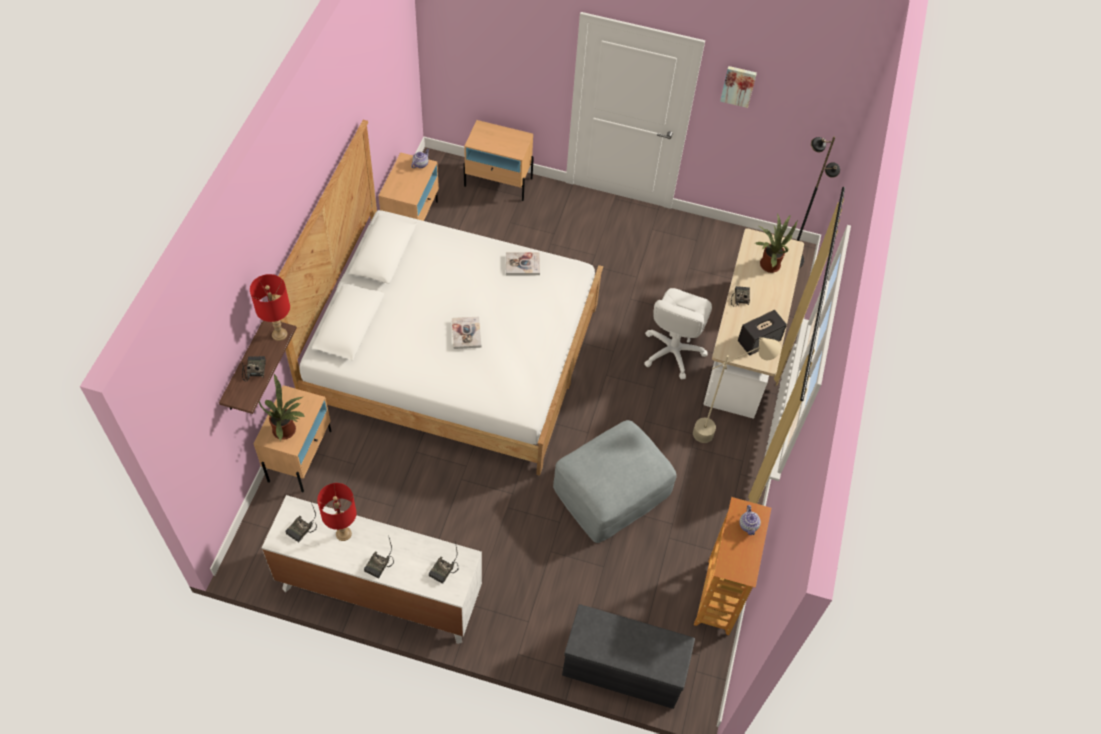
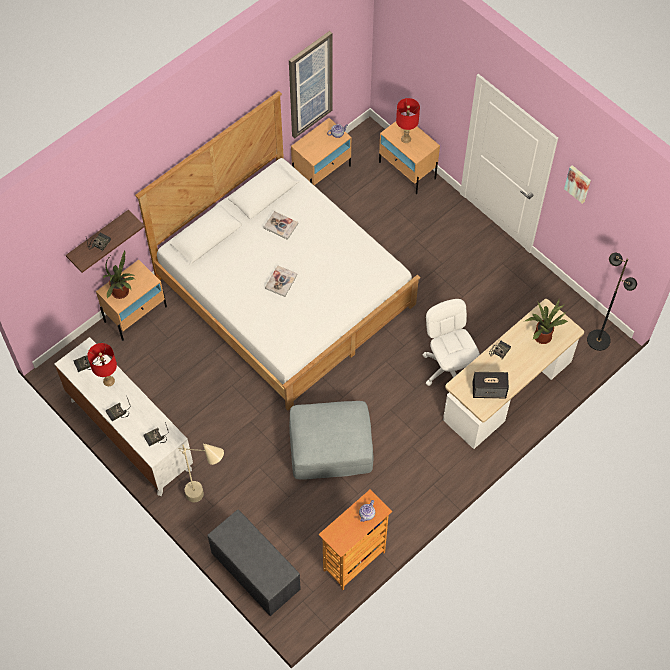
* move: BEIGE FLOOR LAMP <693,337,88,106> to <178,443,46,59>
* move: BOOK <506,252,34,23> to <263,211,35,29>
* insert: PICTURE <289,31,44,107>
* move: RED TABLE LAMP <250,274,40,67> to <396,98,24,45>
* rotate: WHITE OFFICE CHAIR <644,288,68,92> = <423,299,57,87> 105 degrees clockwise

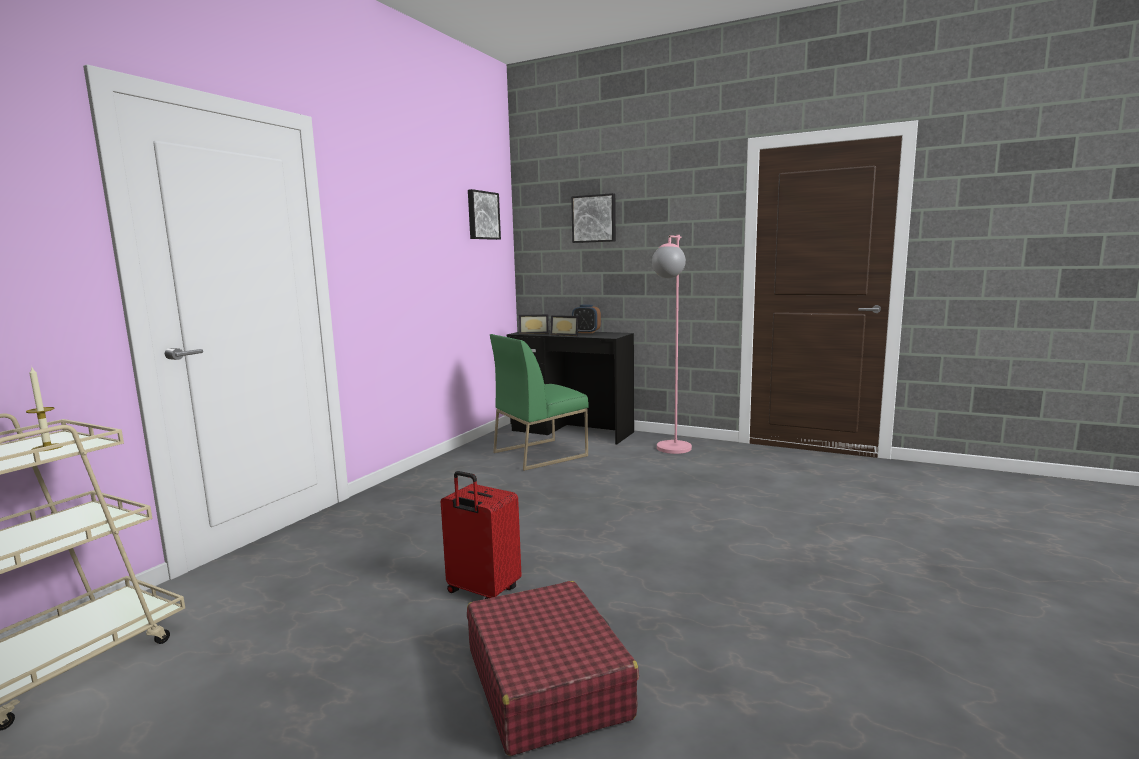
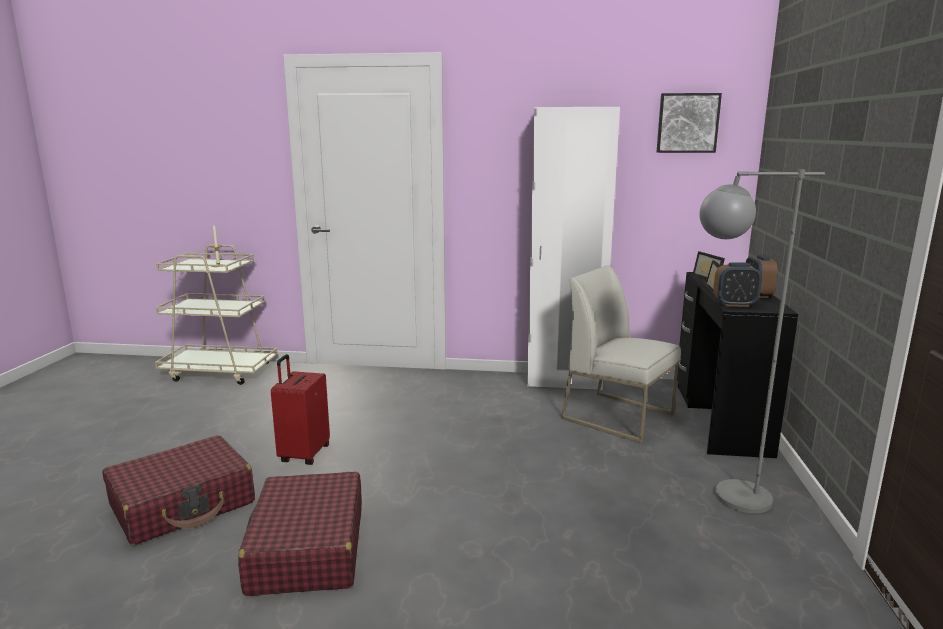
* insert: RED SUITCASE <238,472,124,124>
* insert: WHITE WARDROBE <527,107,93,283>
* recolor: GREEN CHAIR <490,334,99,137> to WHITE CHAIR <561,265,120,178>
* recolor: PINK FLOOR LAMP <652,235,40,219> to GREY FLOOR LAMP <699,169,126,344>
* insert: ALARM CLOCK <713,262,49,45>
* delete: PICTURE <571,193,45,50>

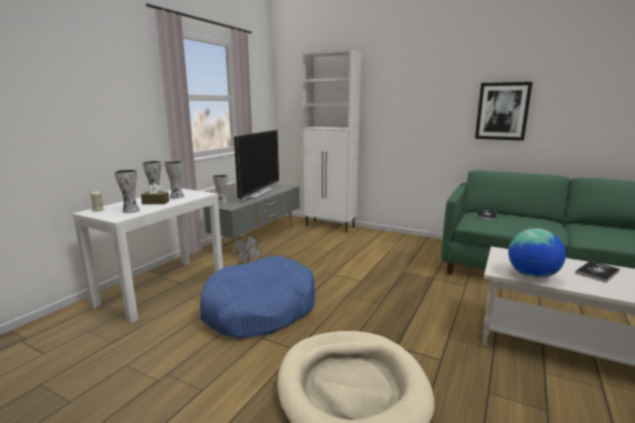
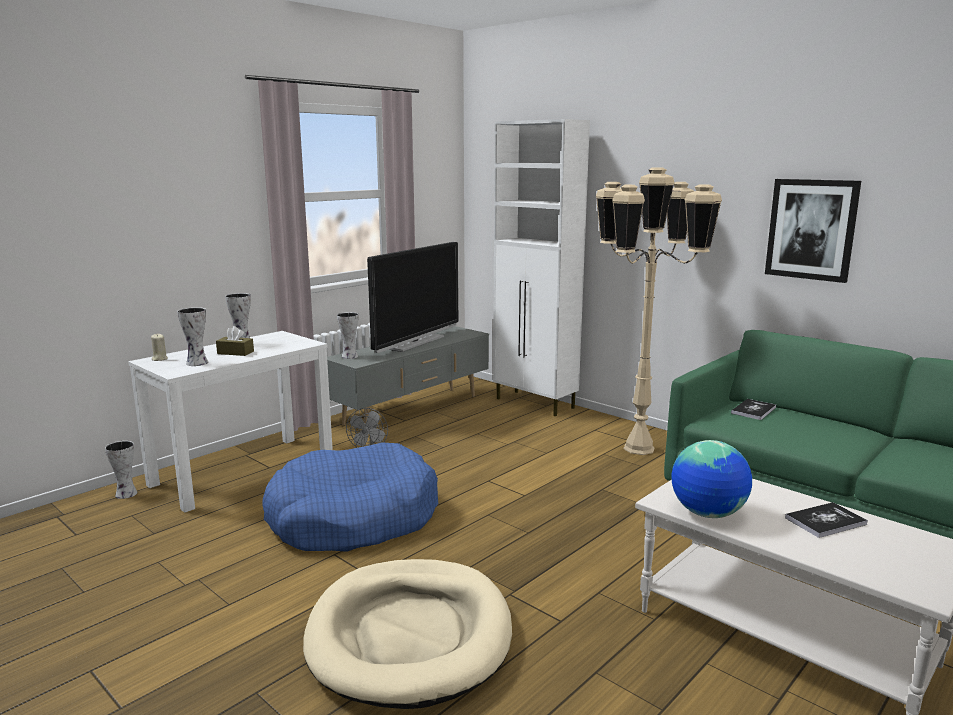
* move: VASE <164,161,20,37> to <105,441,33,58>
* insert: BEIGE FLOOR LAMP <596,168,126,287>

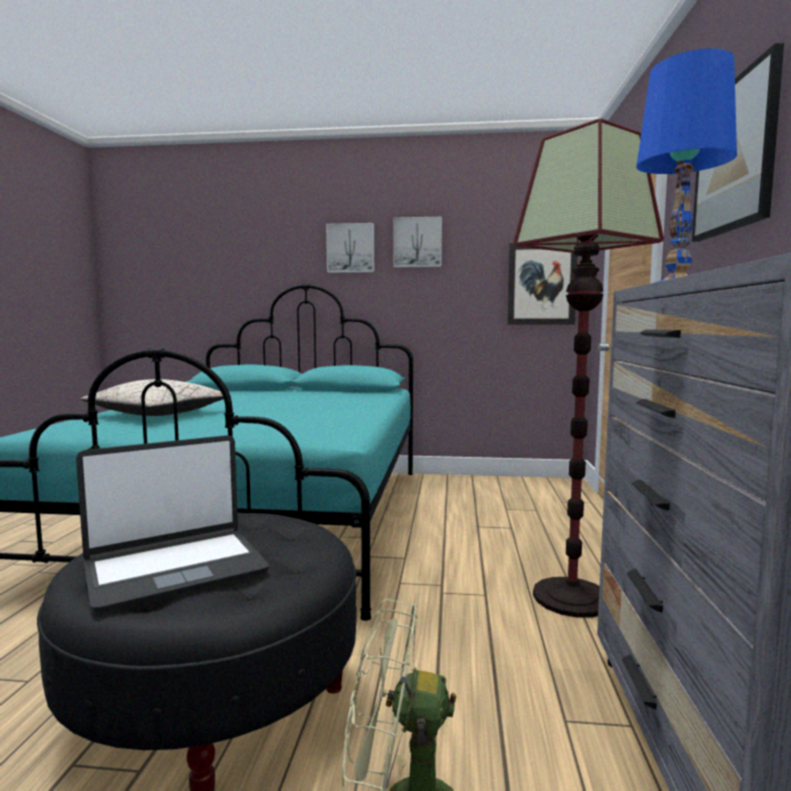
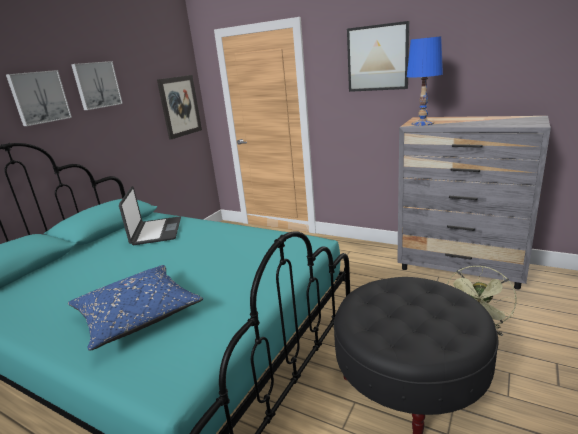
* recolor: BEIGE PILLOW <80,379,151,37> to BLUE PILLOW <68,265,135,86>
* move: LAPTOP <76,435,193,177> to <119,186,62,59>
* delete: FLOOR LAMP <513,118,151,500>

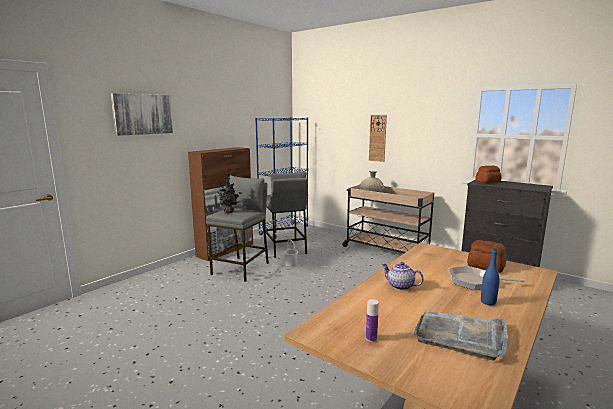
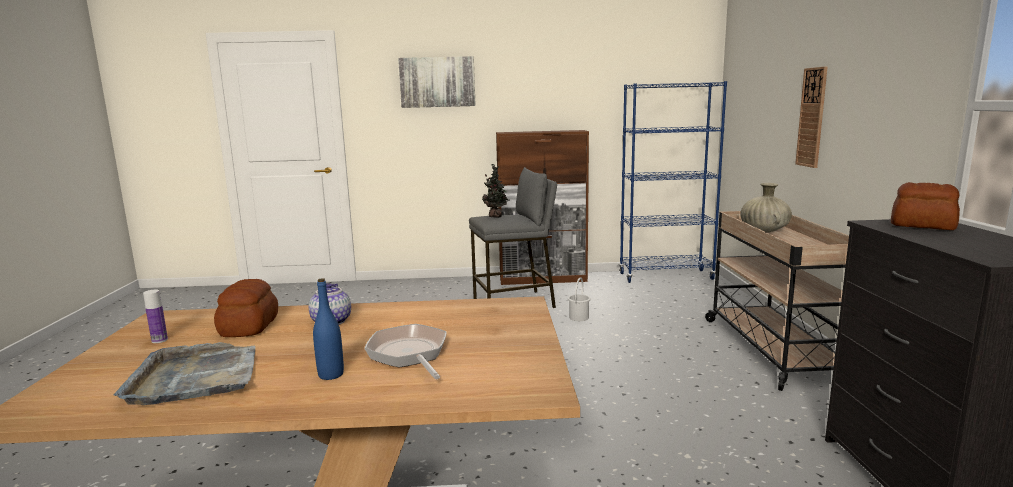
* move: BREAD <467,240,39,33> to <214,279,64,58>
* delete: GREY STOOL <264,171,44,87>

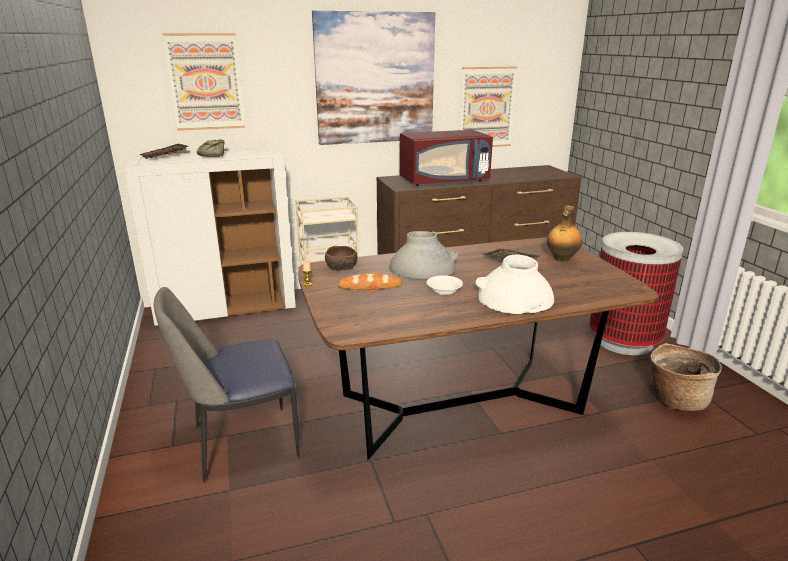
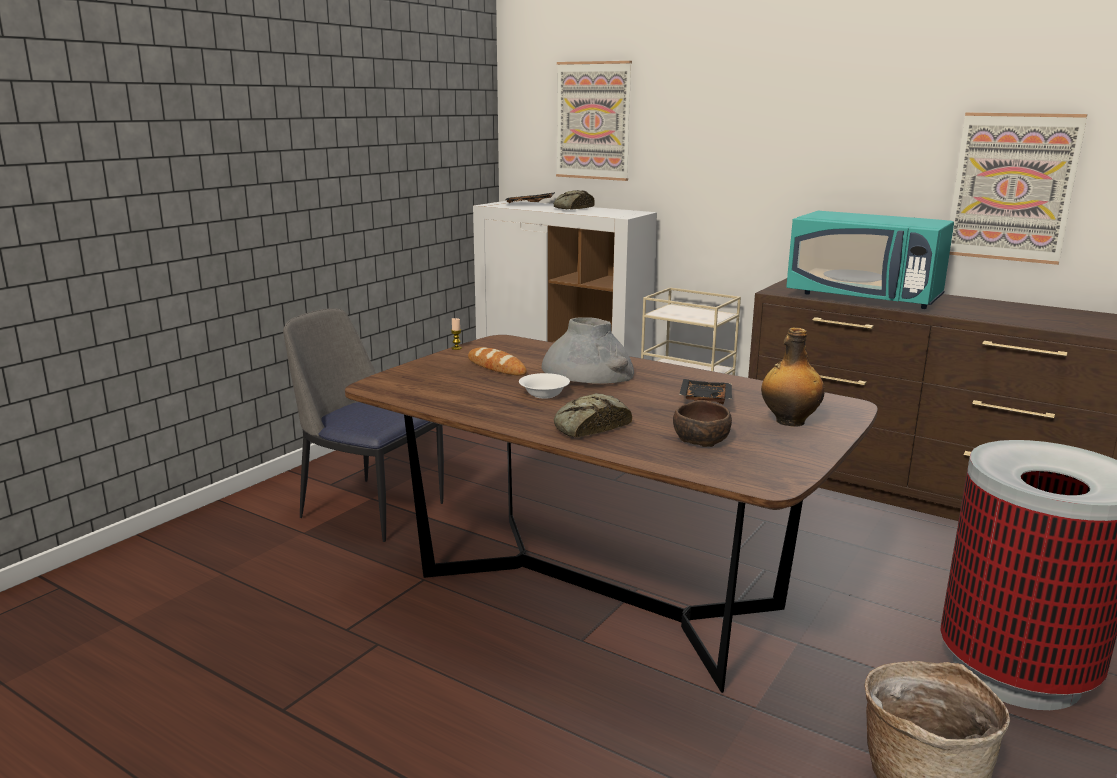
* replace: WHITE VASE <475,255,79,59> to BREAD <554,393,78,45>
* move: BROWN BOWL <325,246,32,25> to <673,400,59,47>
* recolor: RED MICROWAVE <400,130,93,56> to TURQUOISE MICROWAVE <786,211,168,98>
* delete: PICTURE <312,11,123,134>

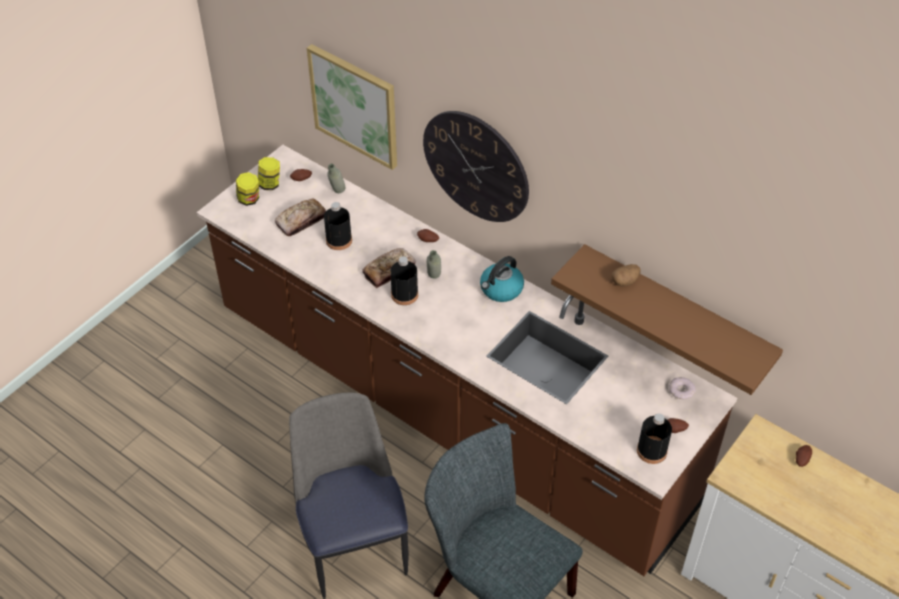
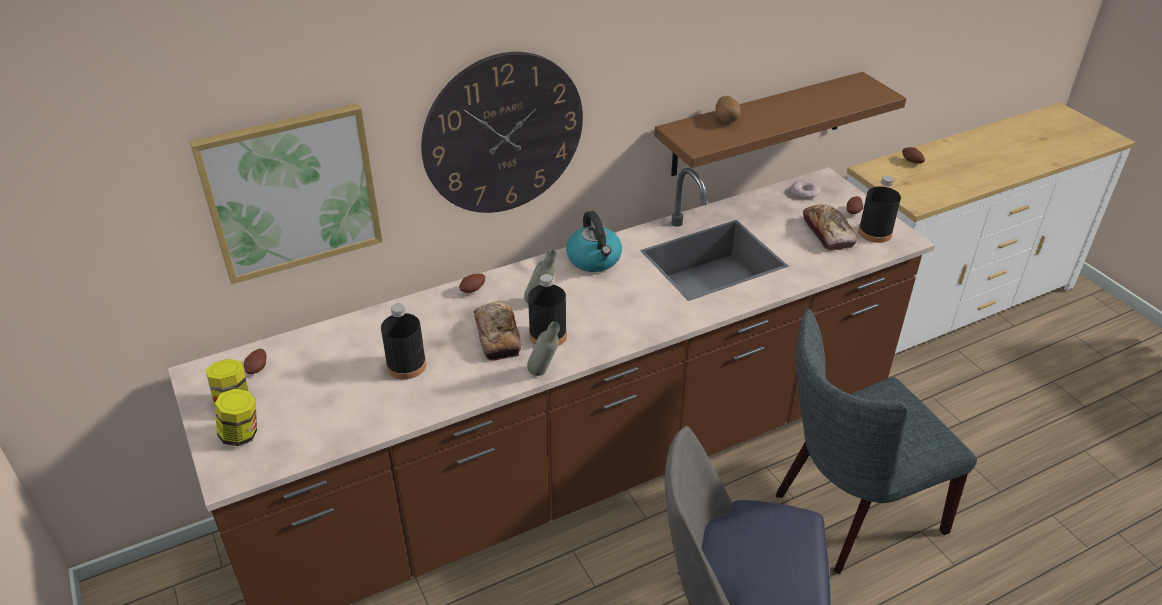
* move: GREY BOTTLE <327,164,18,29> to <527,321,33,55>
* move: BREAD <275,199,51,37> to <803,204,55,47>

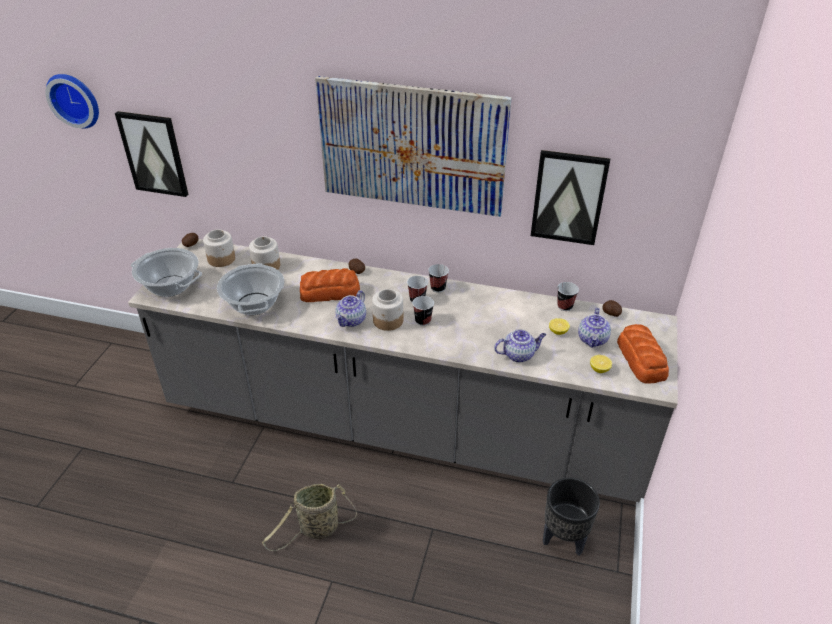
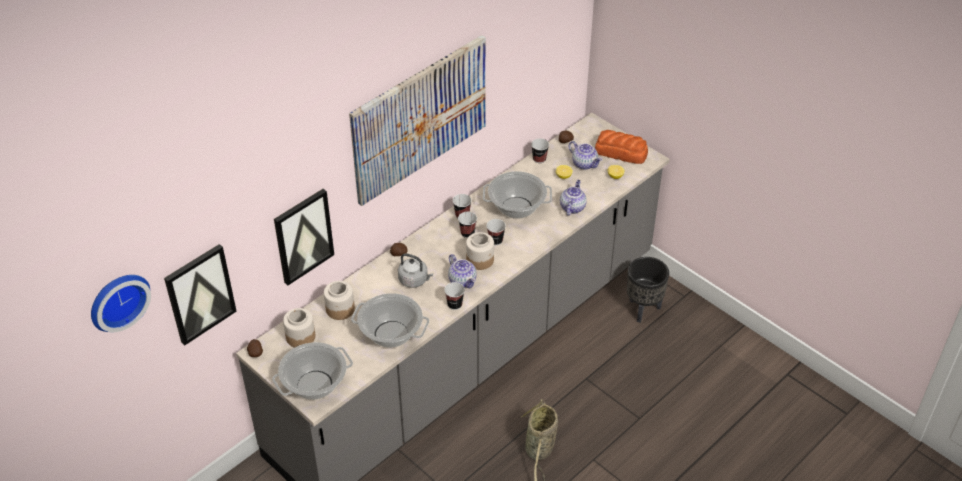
* move: PICTURE <531,150,79,95> to <274,189,60,96>
* replace: BREAD <300,268,60,34> to GREY KETTLE <398,253,35,35>
* insert: CUP <444,282,21,28>
* insert: COOKING POT <483,171,69,48>

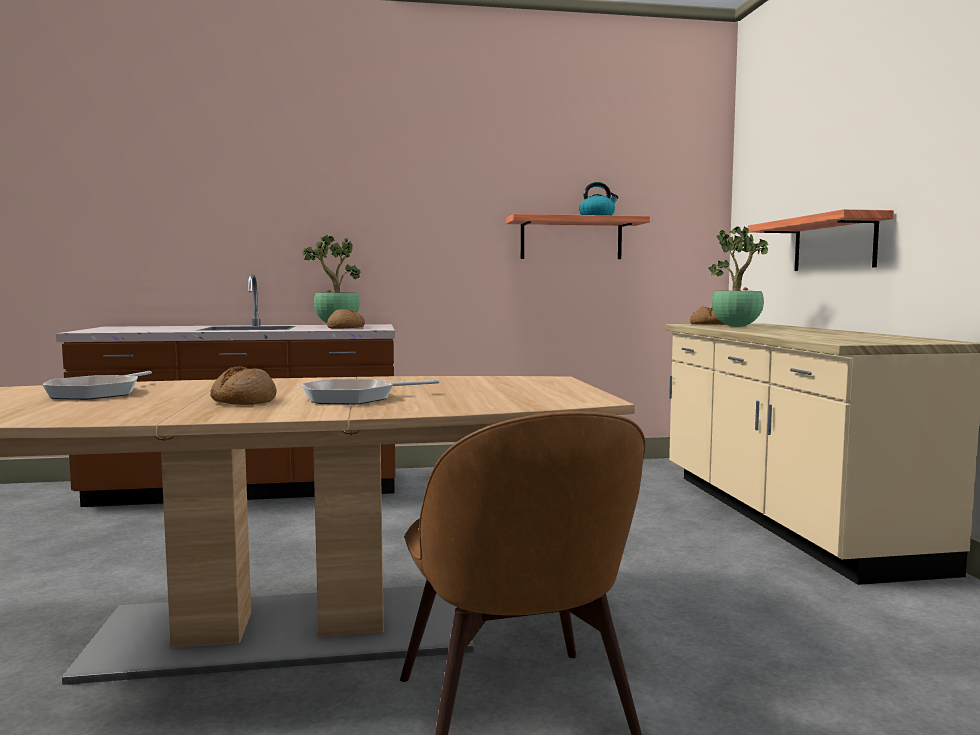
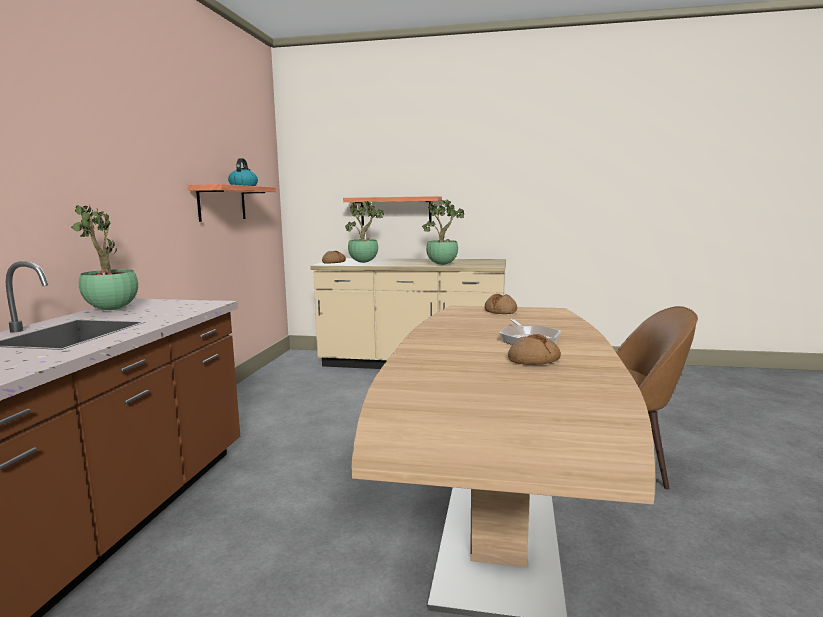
* insert: POTTED PLANT <422,200,42,65>
* move: BREAD <327,309,38,20> to <485,294,32,20>
* delete: FRYING PAN <43,371,109,29>

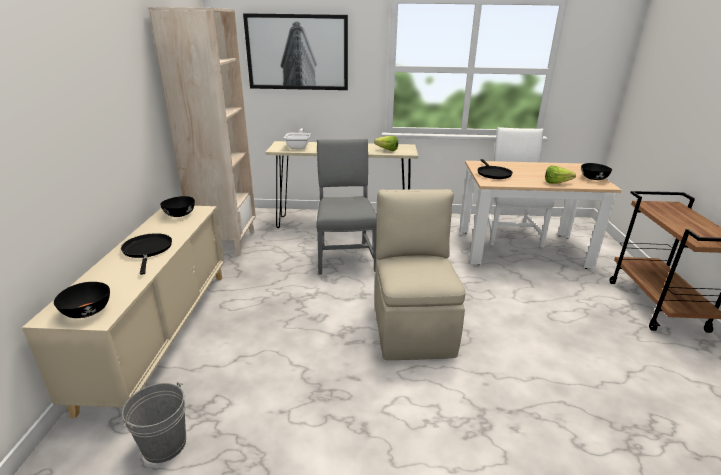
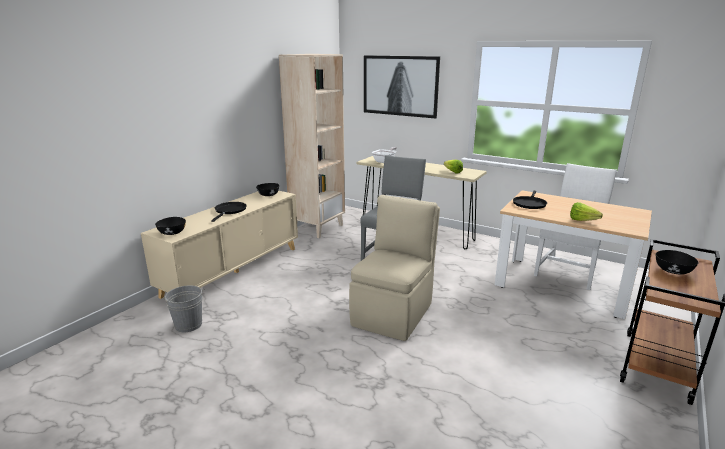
* move: BLACK BOWL <581,163,31,17> to <656,250,43,24>

